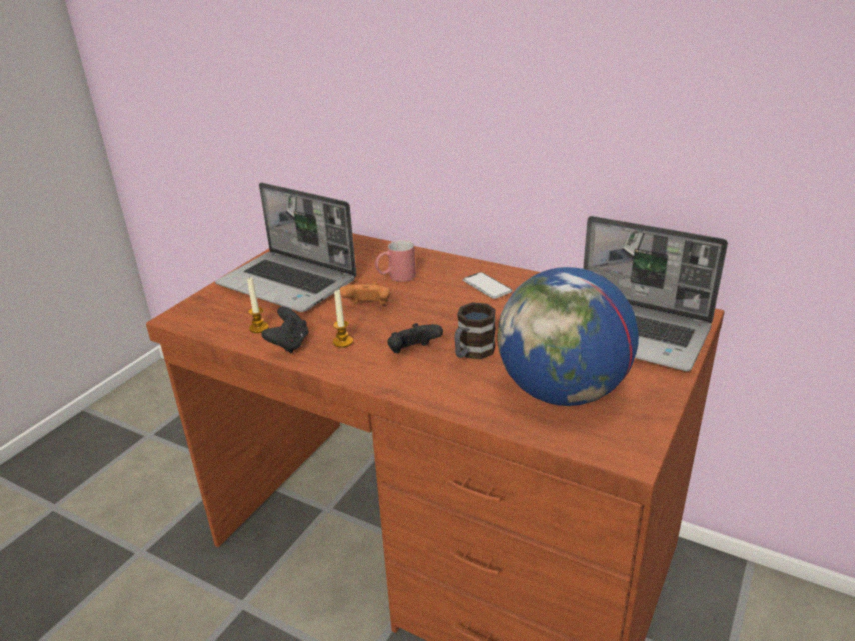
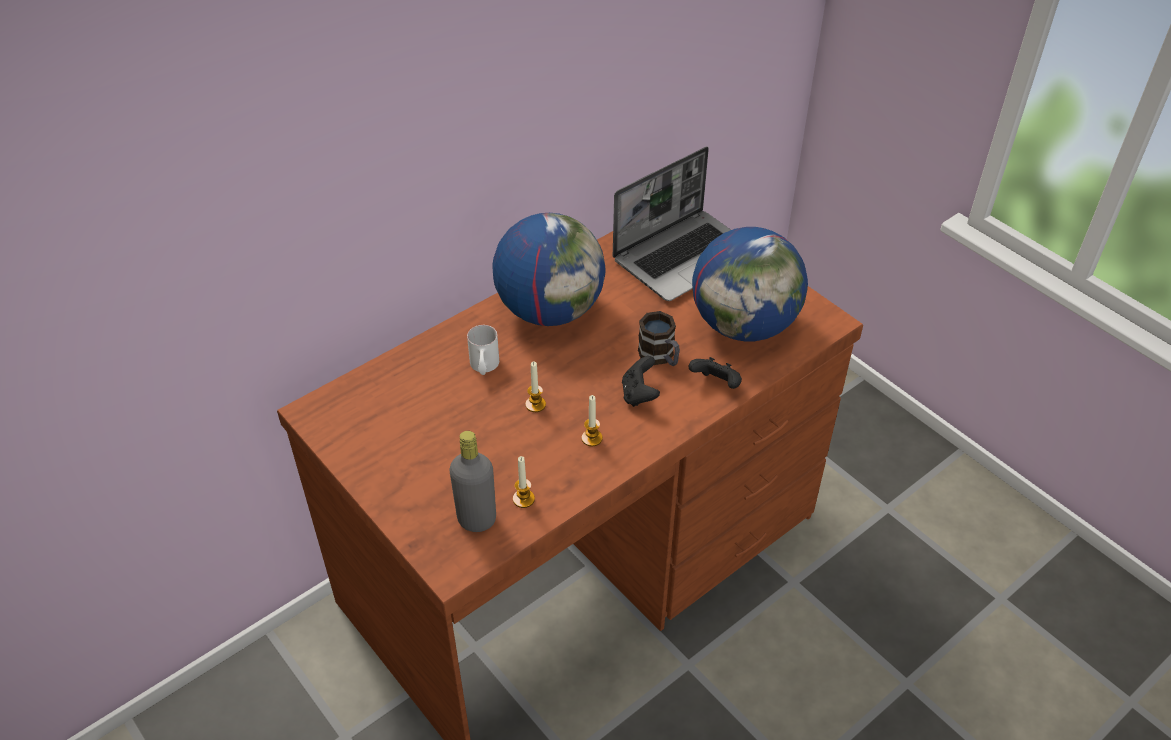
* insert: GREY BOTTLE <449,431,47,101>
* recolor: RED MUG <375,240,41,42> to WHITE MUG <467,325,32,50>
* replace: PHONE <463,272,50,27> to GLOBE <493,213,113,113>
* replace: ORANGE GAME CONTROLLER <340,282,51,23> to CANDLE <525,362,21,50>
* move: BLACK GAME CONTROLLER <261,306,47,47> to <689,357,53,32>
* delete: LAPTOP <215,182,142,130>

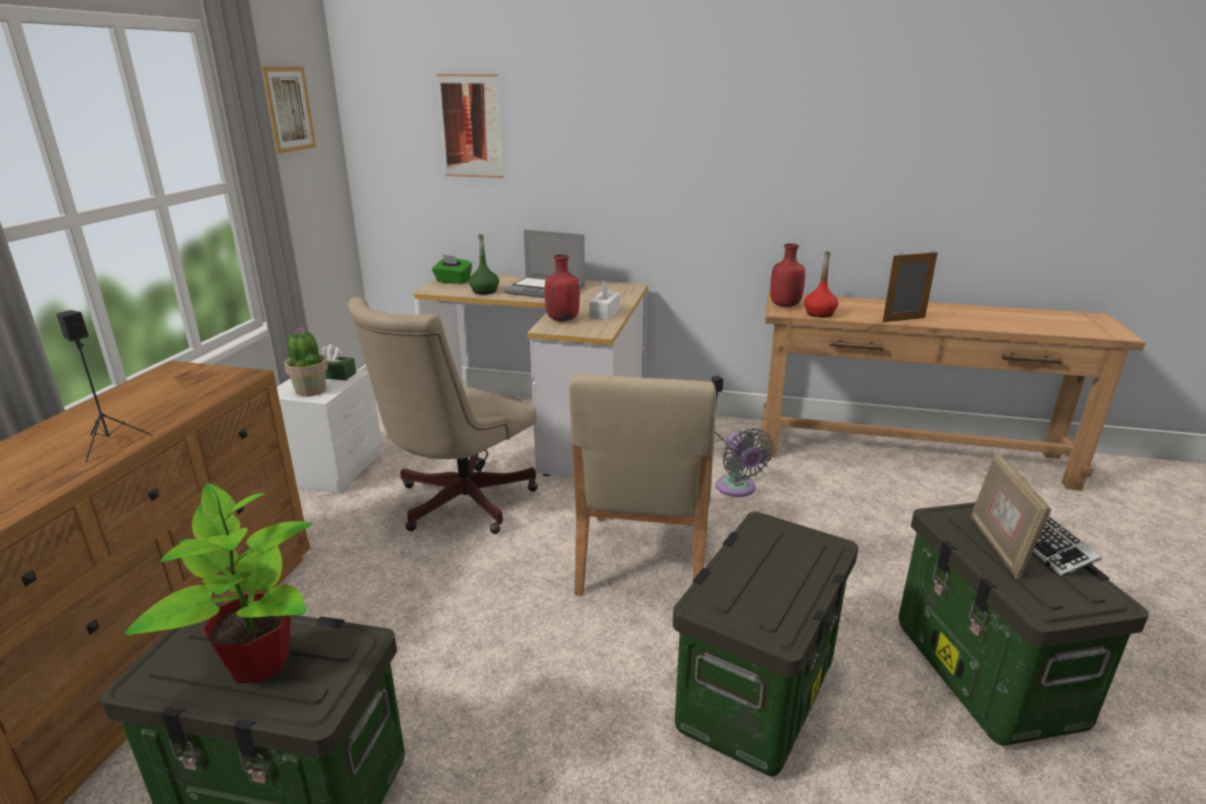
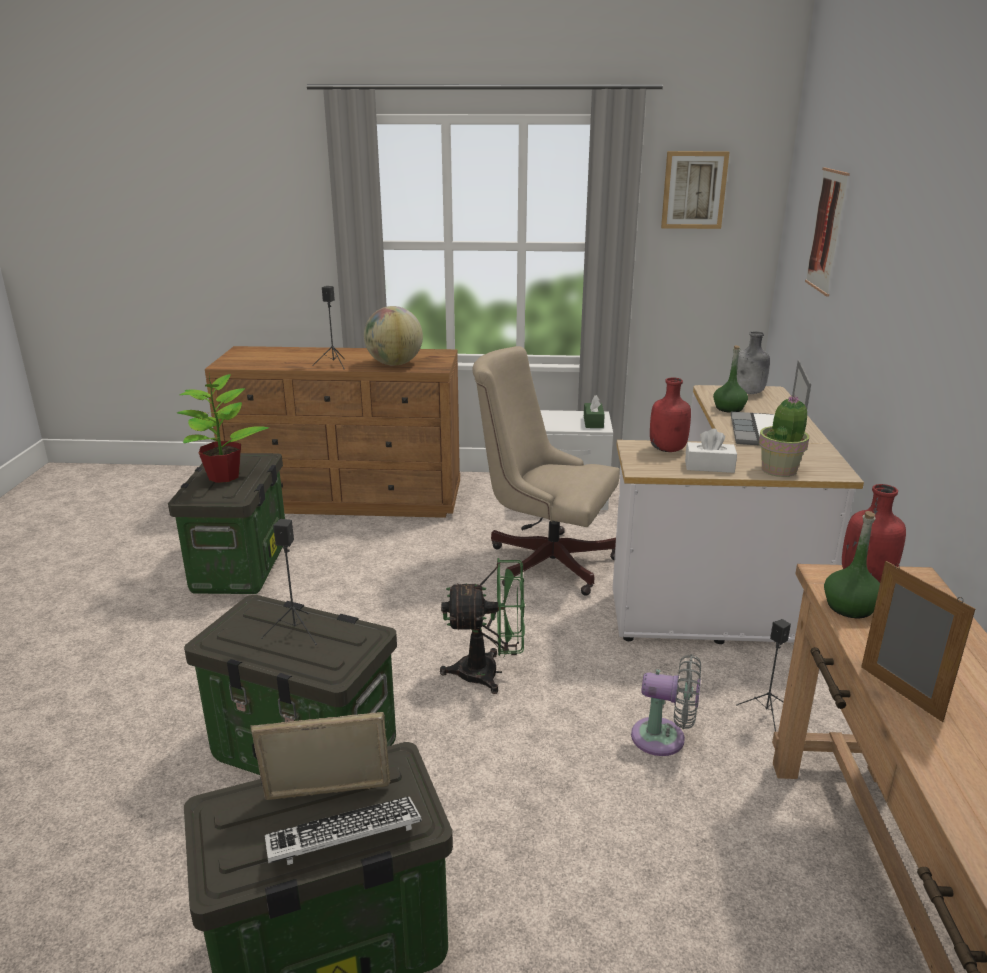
* insert: BLACK SPEAKER <261,519,56,126>
* insert: GLOBE <364,306,59,60>
* replace: BEIGE CHAIR <569,374,147,222> to GREEN FAN <440,558,85,136>
* rotate: GREY FAN <716,428,57,69> = <631,654,70,102> 135 degrees counterclockwise
* replace: GREEN TISSUE BOX <432,255,40,29> to GREY BOTTLE <737,331,33,63>
* move: POTTED PLANT <284,328,44,69> to <759,396,50,81>
* recolor: RED BOTTLE <804,251,34,67> to GREEN BOTTLE <824,511,56,107>

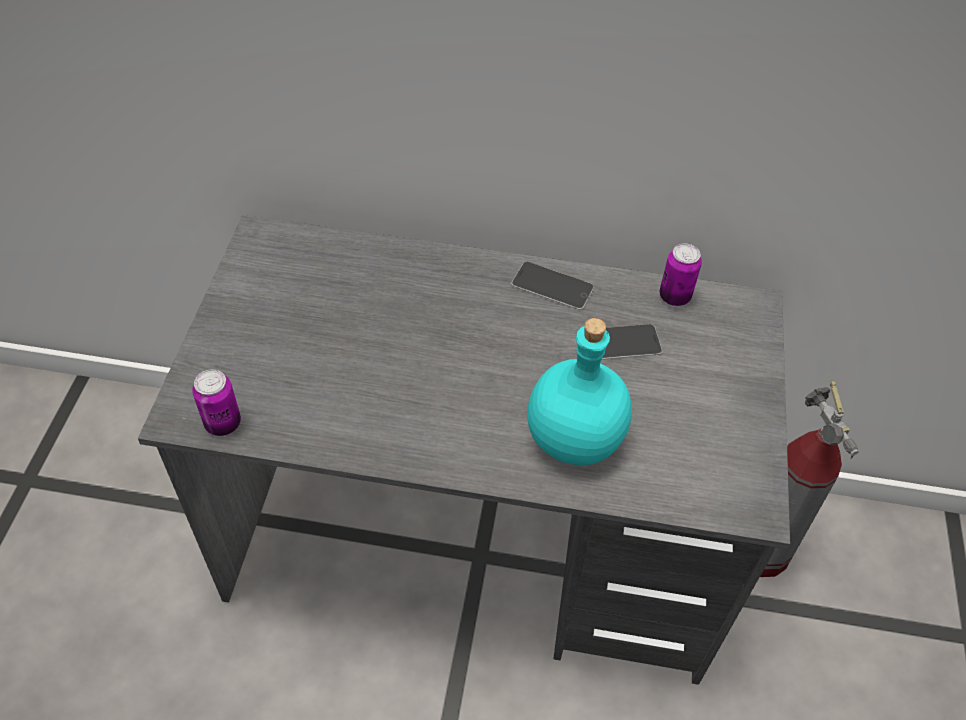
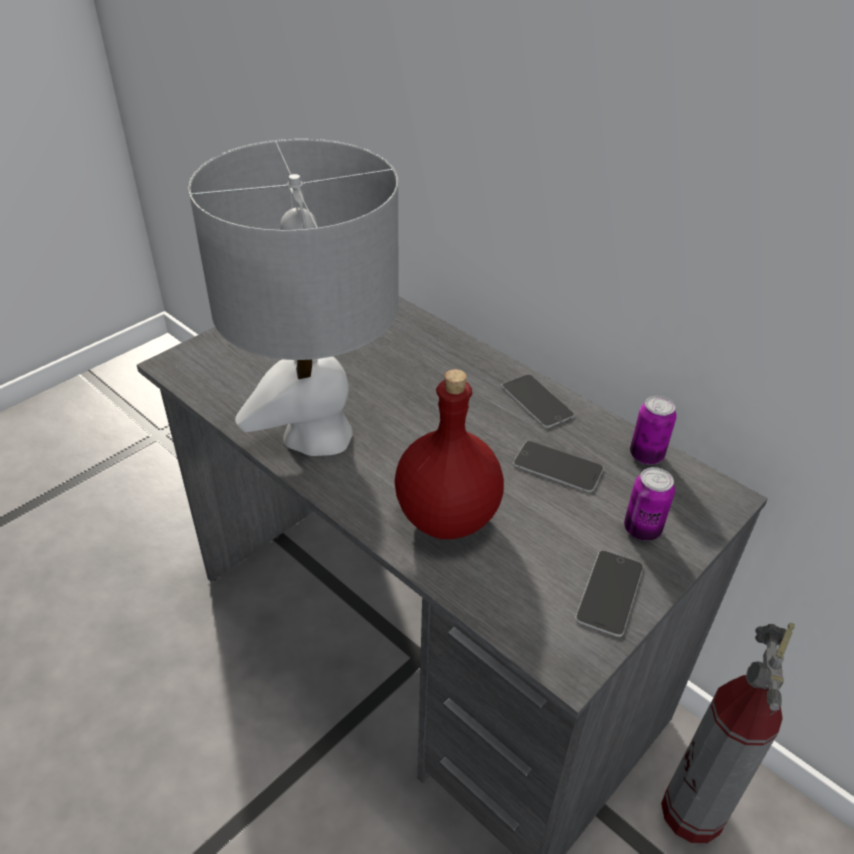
* insert: GREY TABLE LAMP <189,139,210,317>
* recolor: TURQUOISE BOTTLE <527,318,105,147> to RED BOTTLE <395,369,109,170>
* insert: PHONE <575,550,68,87>
* move: CAN <192,369,49,67> to <624,467,51,74>

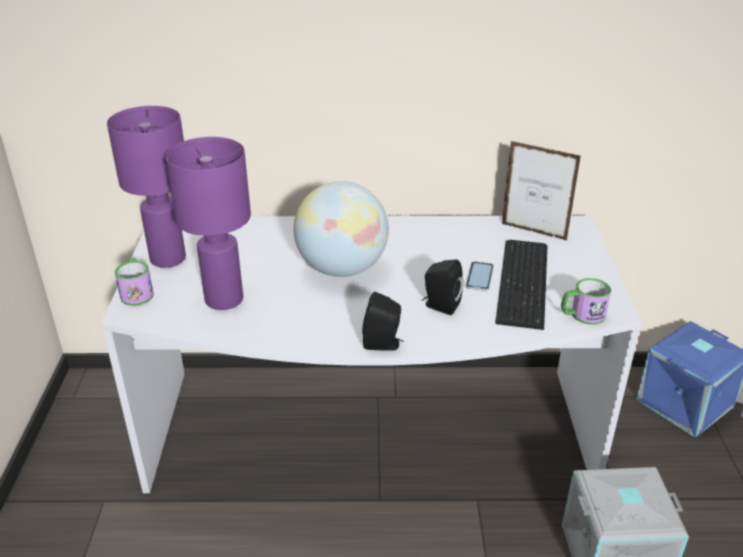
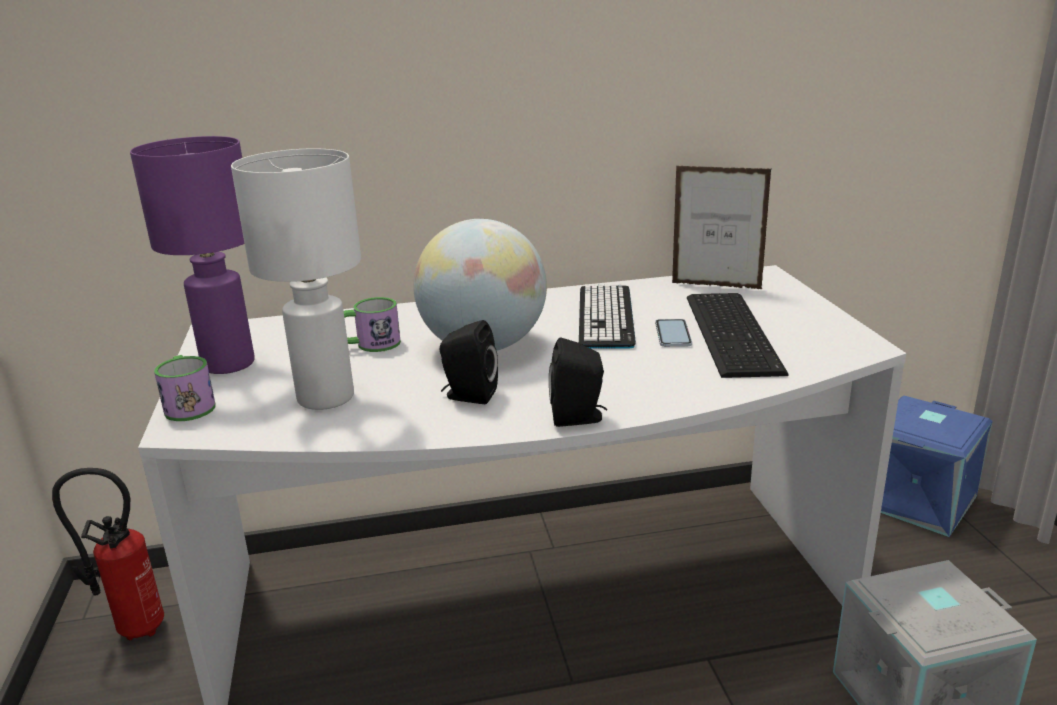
* insert: FIRE EXTINGUISHER <52,468,112,172>
* recolor: PURPLE TABLE LAMP <165,137,86,173> to WHITE TABLE LAMP <231,148,130,262>
* move: MUG <561,278,50,47> to <344,297,57,55>
* move: BLACK SPEAKER <422,259,41,56> to <440,320,58,84>
* insert: KEYBOARD <579,284,57,65>

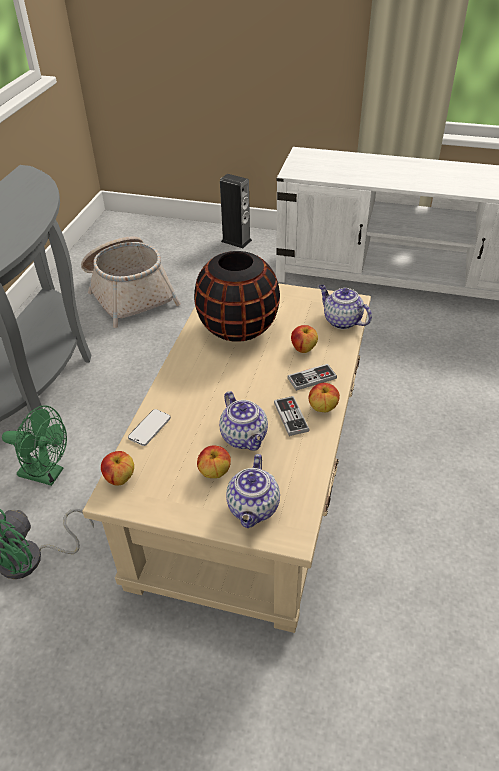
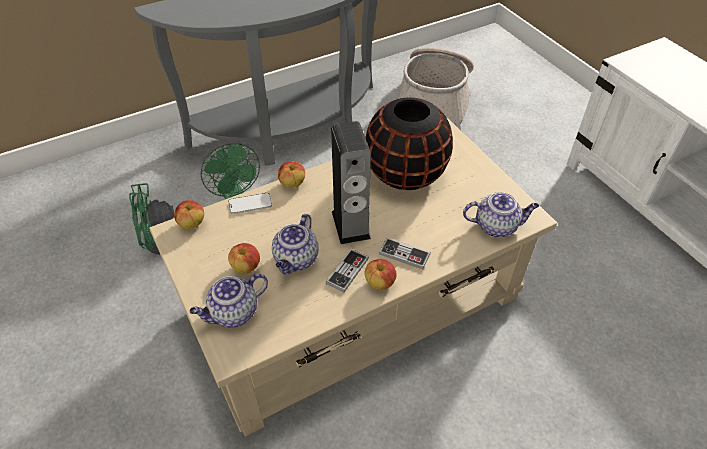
* move: APPLE <291,325,27,28> to <278,161,27,27>
* move: SPEAKER <220,174,32,74> to <331,121,40,123>
* rotate: TEAPOT <319,285,53,44> = <463,192,76,45> 90 degrees clockwise

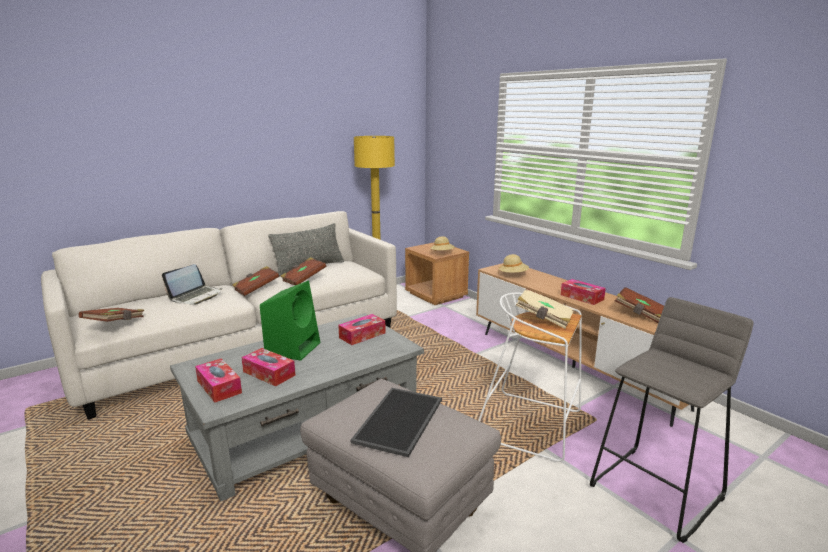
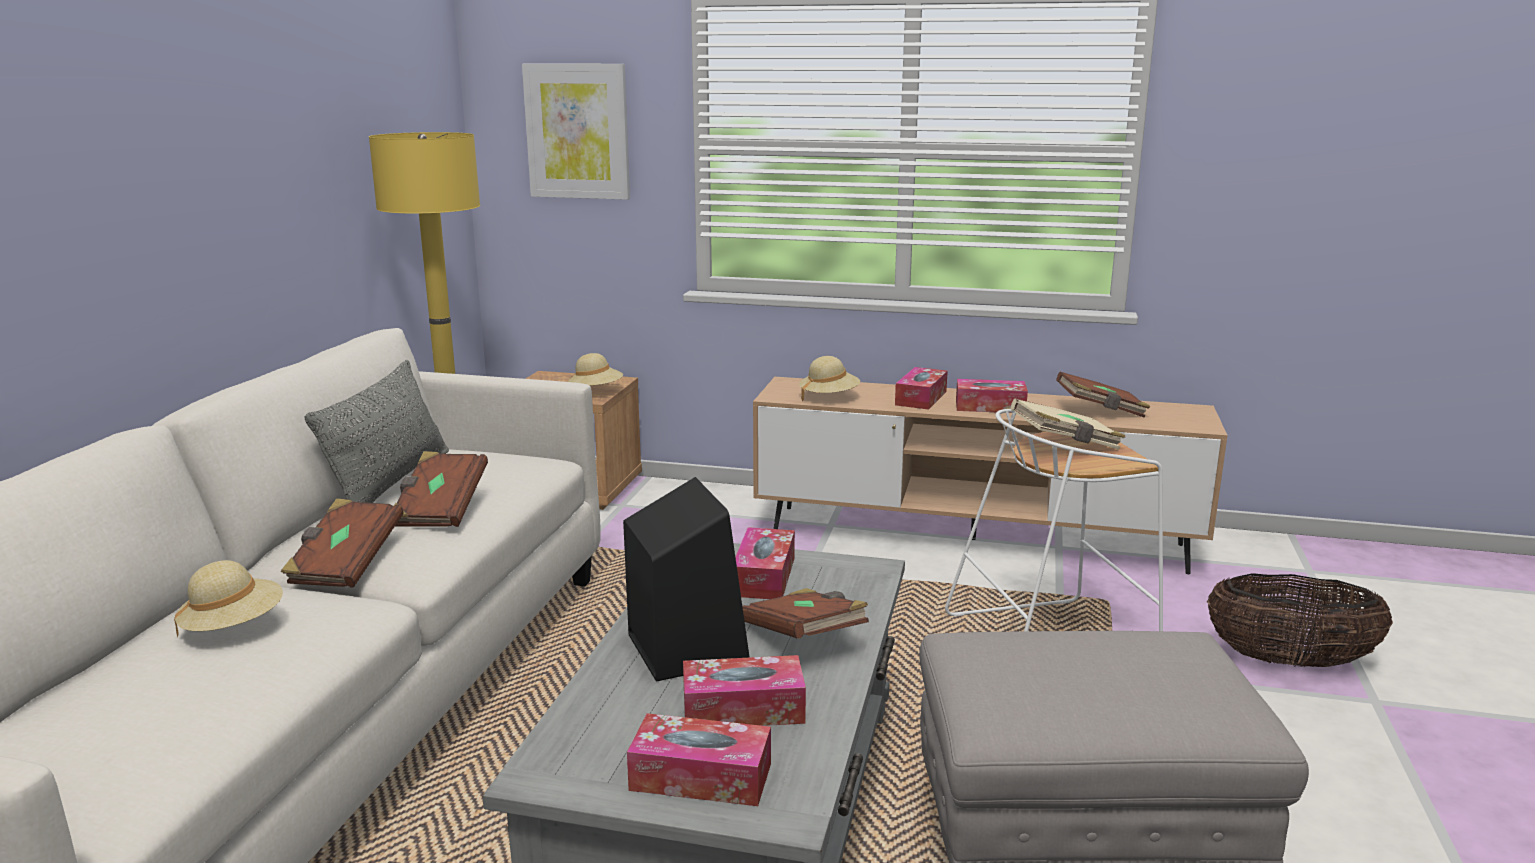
* replace: LAPTOP <162,264,60,41> to BEIGE HAT <174,560,109,77>
* insert: PICTURE <522,64,108,136>
* recolor: GREEN SPEAKER <260,281,60,80> to BLACK SPEAKER <623,477,127,205>
* move: BROWN BOOK <79,308,65,14> to <742,588,127,51>
* insert: TISSUE BOX <895,367,53,43>
* replace: GREY STOOL <590,297,163,246> to BASKET <1207,573,186,94>
* delete: TRAY <351,388,91,69>

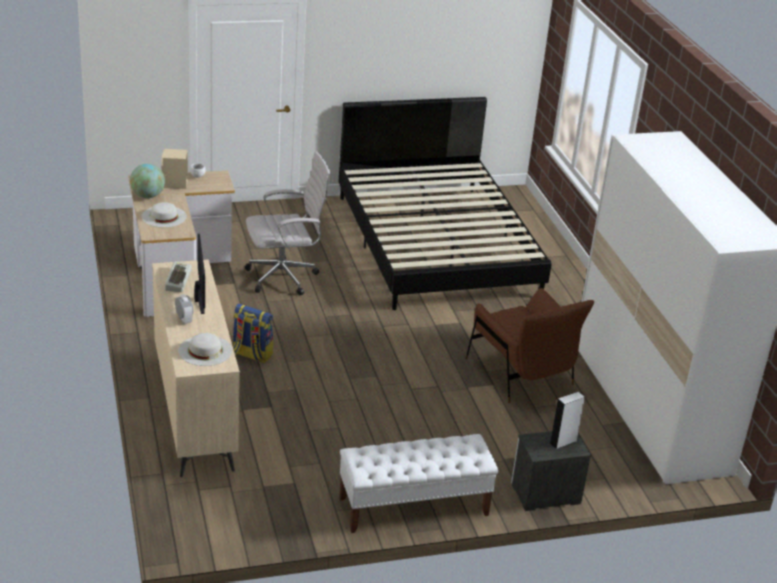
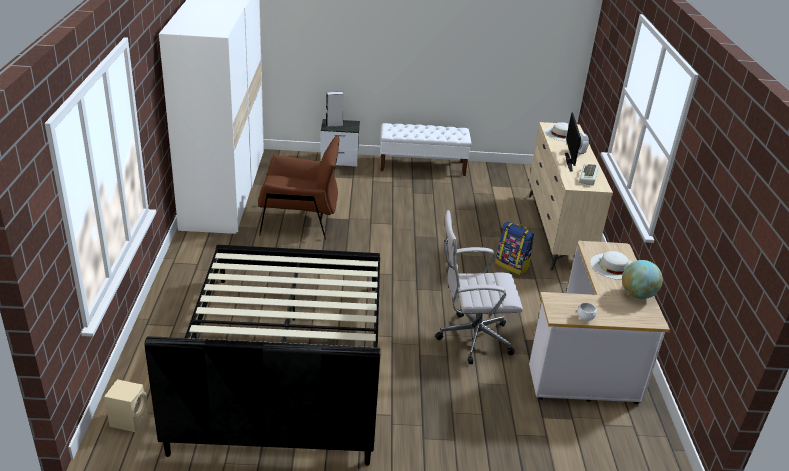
* move: BEIGE SPEAKER <161,149,27,40> to <104,379,43,53>
* rotate: BROWN ARMCHAIR <466,288,128,115> = <258,136,82,104> 105 degrees clockwise

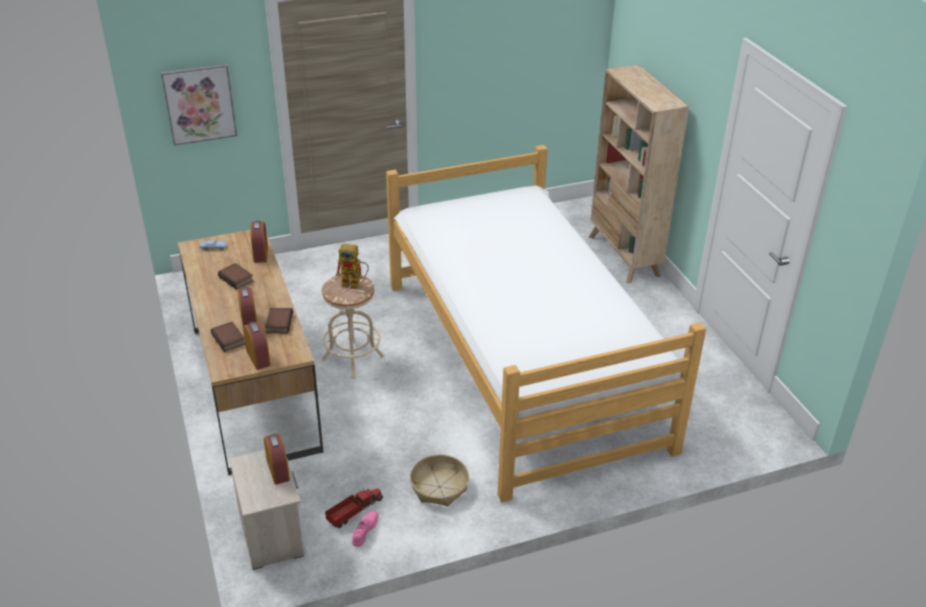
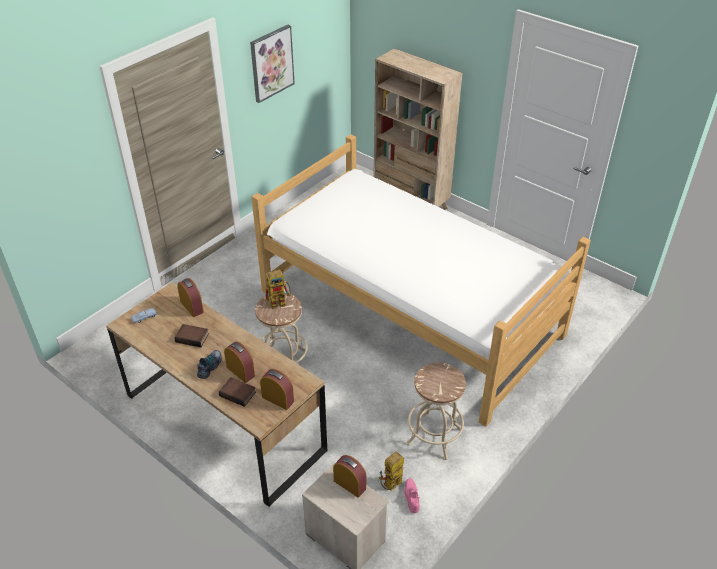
* insert: SHOE <197,350,25,29>
* move: PICTURE <161,63,76,82> to <250,25,45,78>
* replace: TOY TRUCK <325,487,58,41> to TOY ROBOT <379,451,25,40>
* replace: BASKET <410,455,59,51> to BEIGE STOOL <406,363,60,97>
* delete: BOOK <265,308,28,25>

